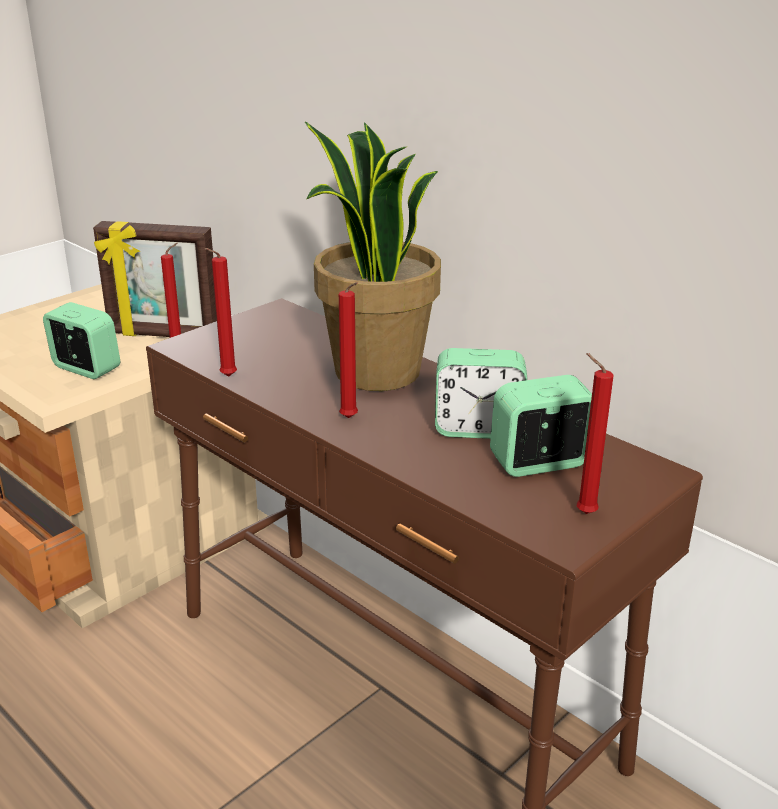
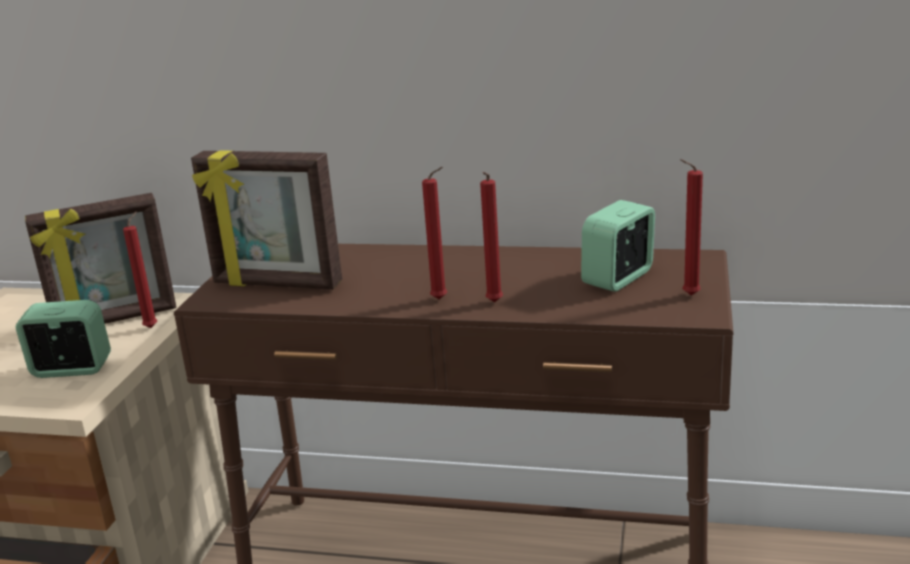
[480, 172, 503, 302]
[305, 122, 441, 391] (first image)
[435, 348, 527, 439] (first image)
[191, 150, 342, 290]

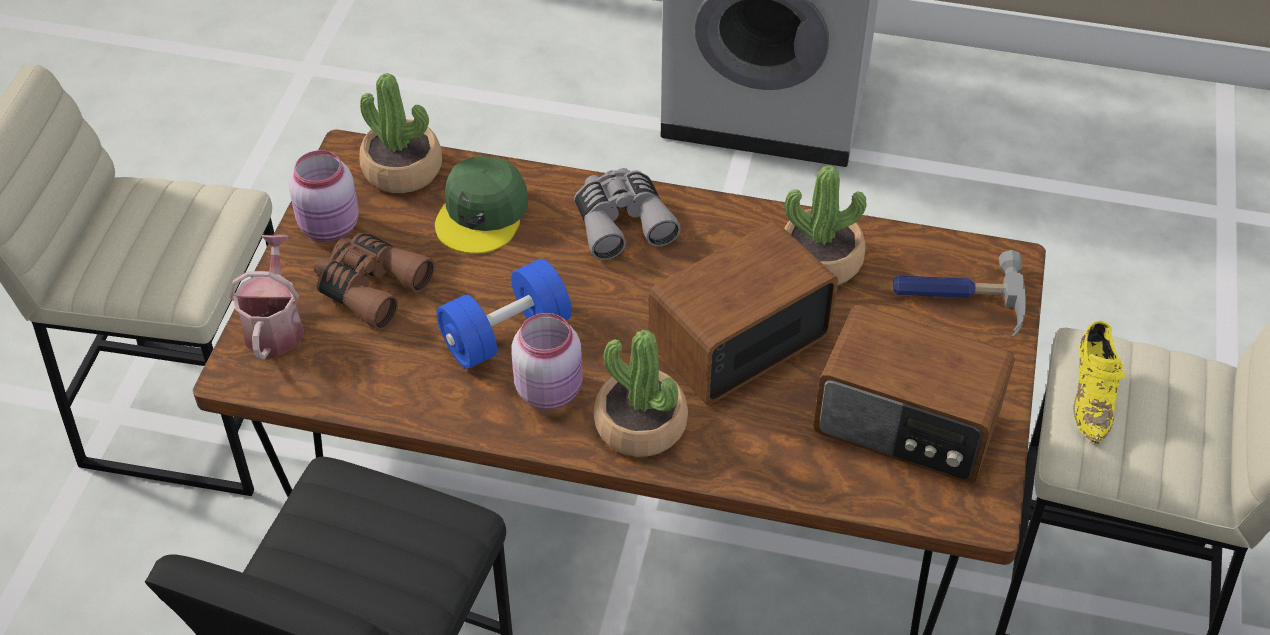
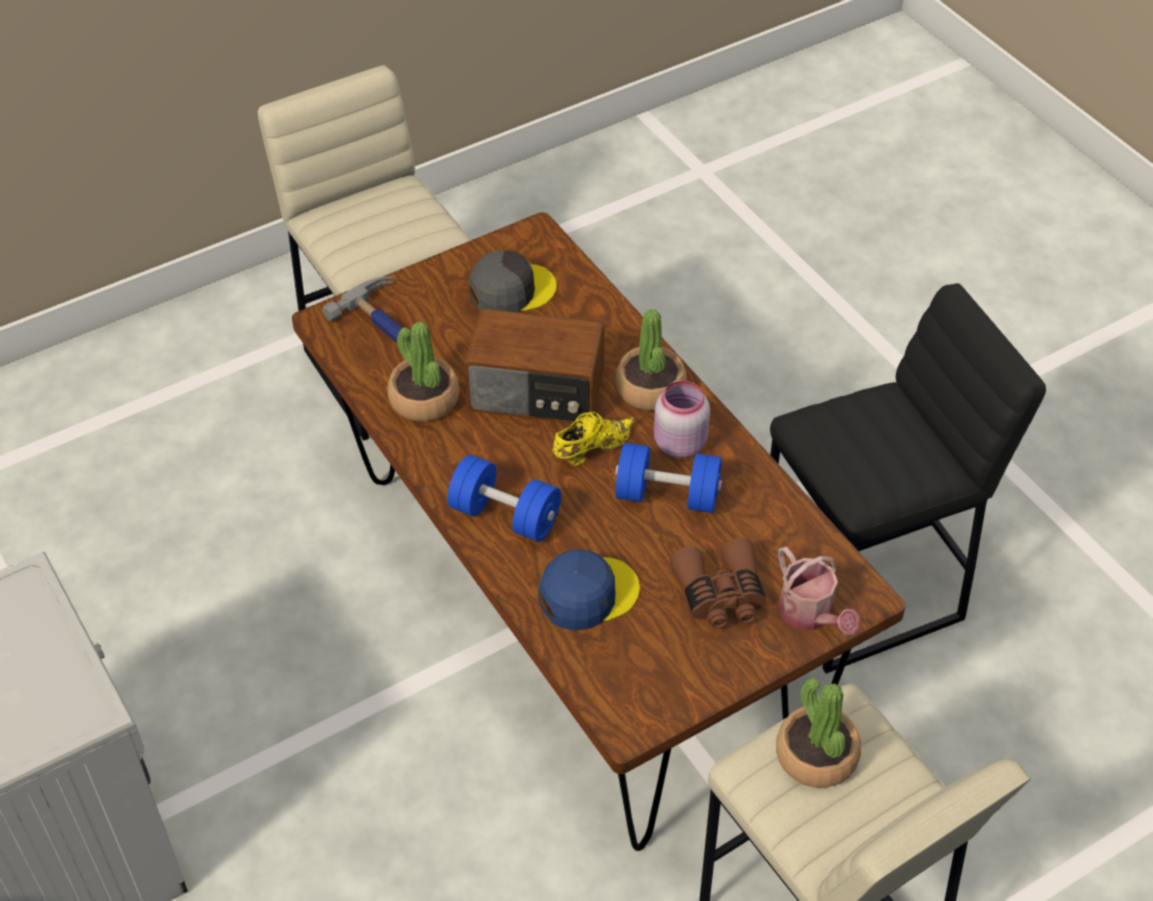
[778, 547, 860, 635]
[289, 150, 359, 242] (first image)
[776, 678, 861, 788]
[538, 550, 640, 630]
[447, 455, 561, 542]
[469, 250, 557, 312]
[553, 412, 635, 465]

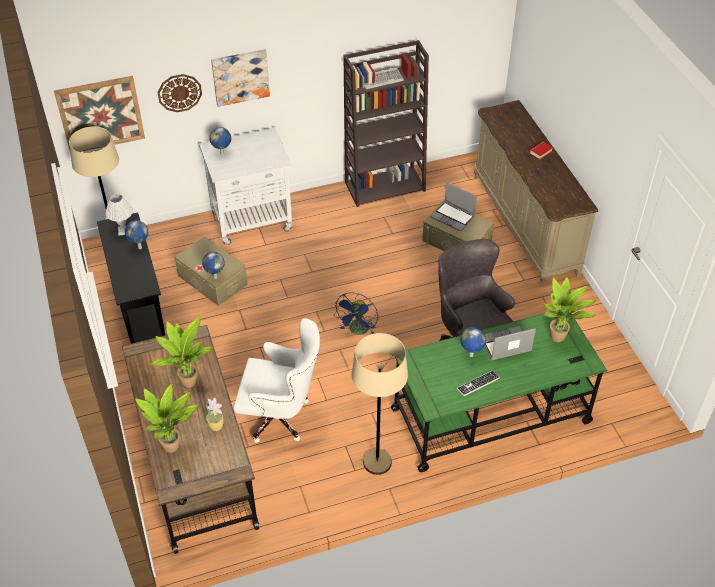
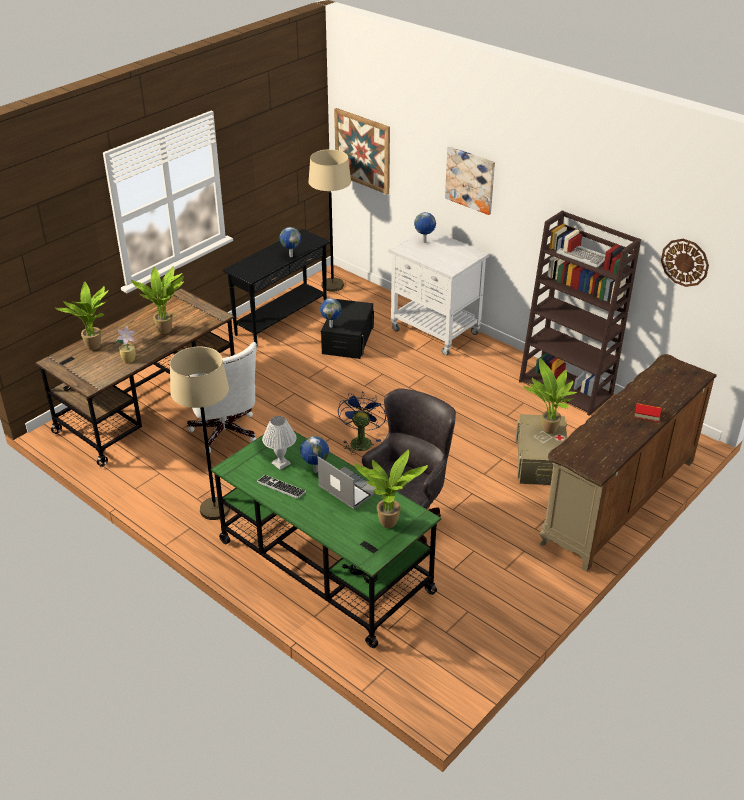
[262, 416, 296, 470]
[661, 239, 709, 287]
[321, 299, 374, 359]
[338, 392, 386, 455]
[523, 358, 577, 434]

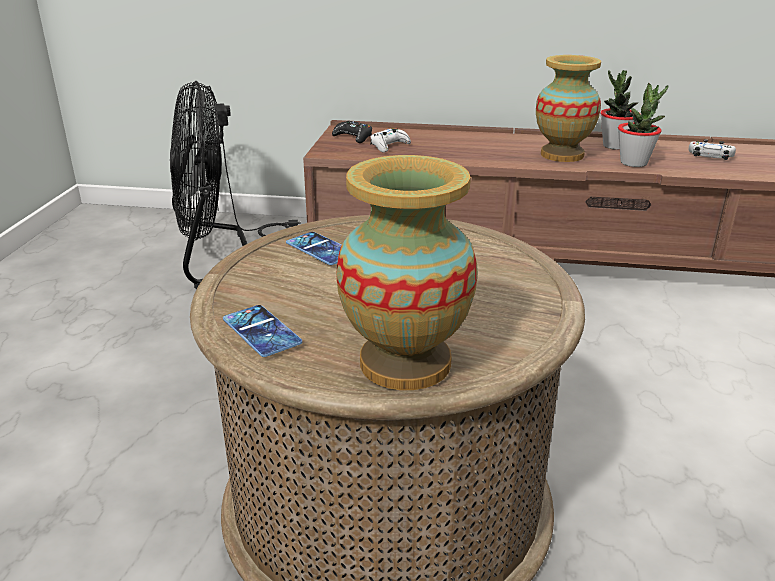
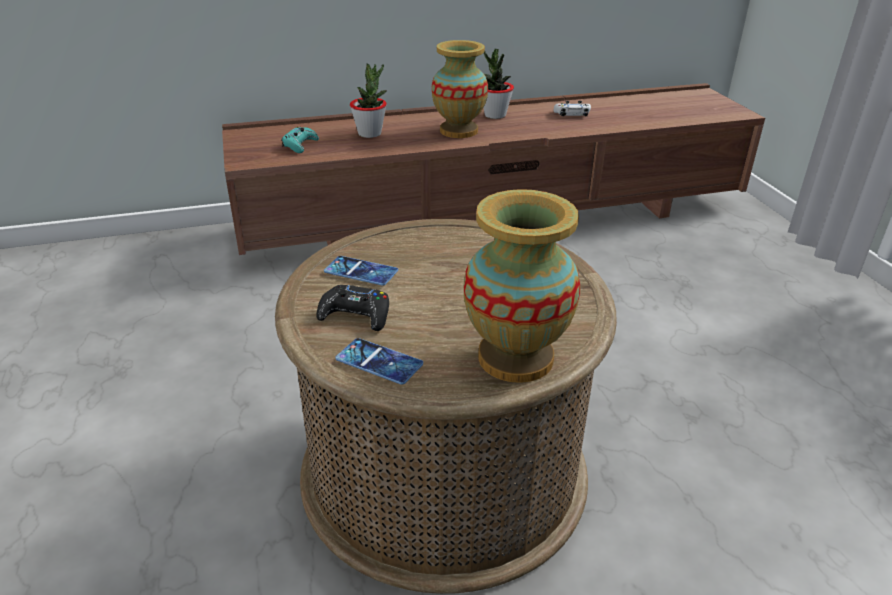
[170, 81, 300, 289] (first image)
[316, 285, 389, 331]
[281, 126, 319, 153]
[350, 63, 387, 138]

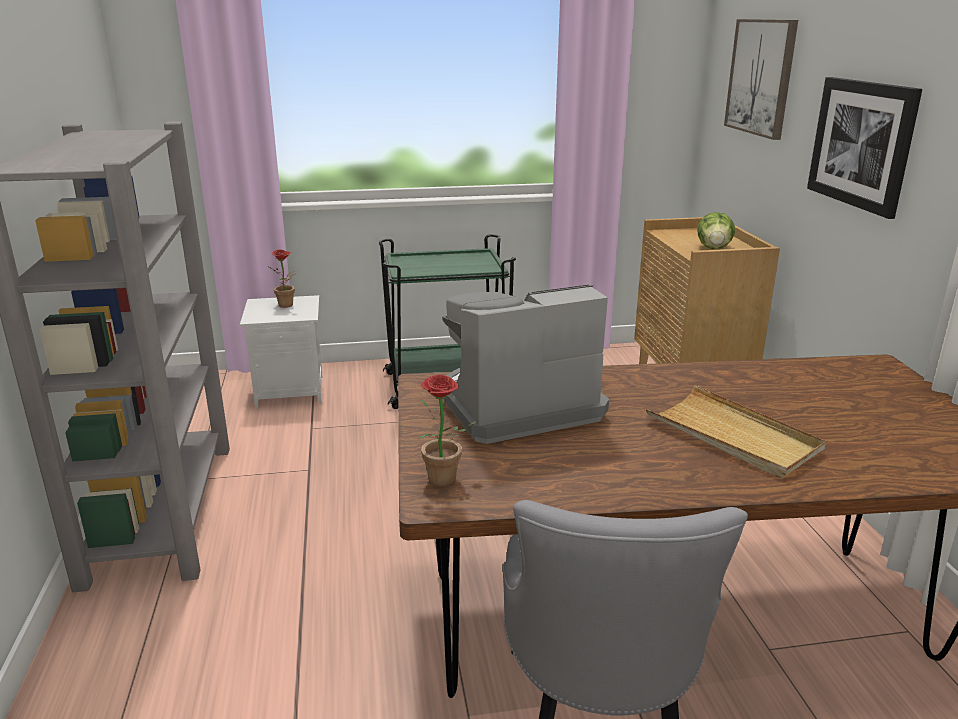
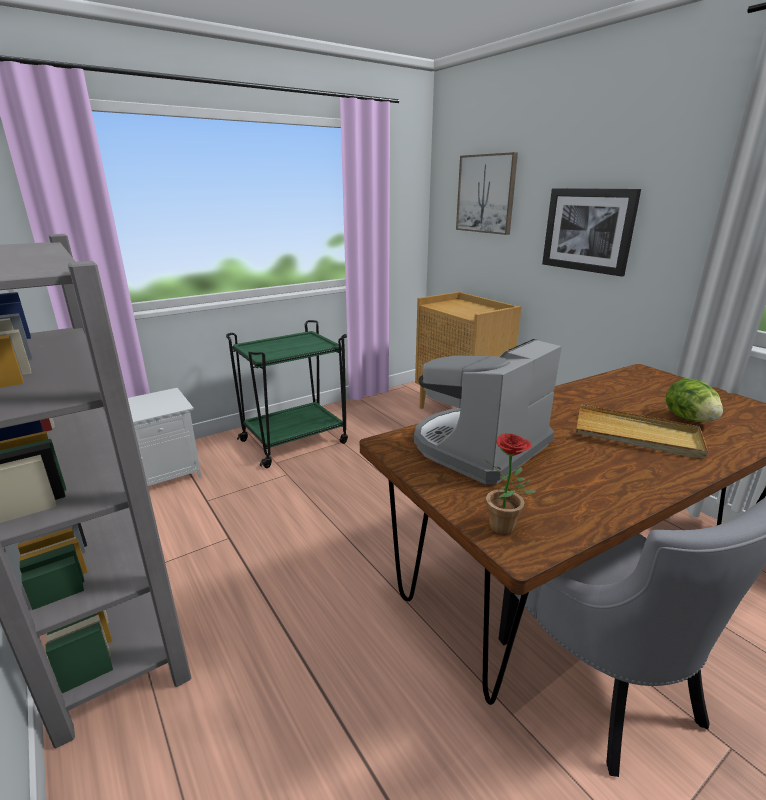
[269, 250, 295, 308] (first image)
[666, 378, 723, 422]

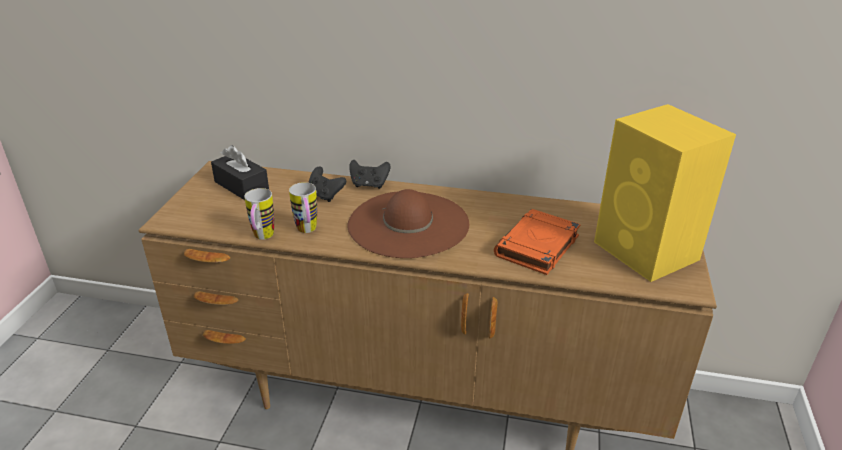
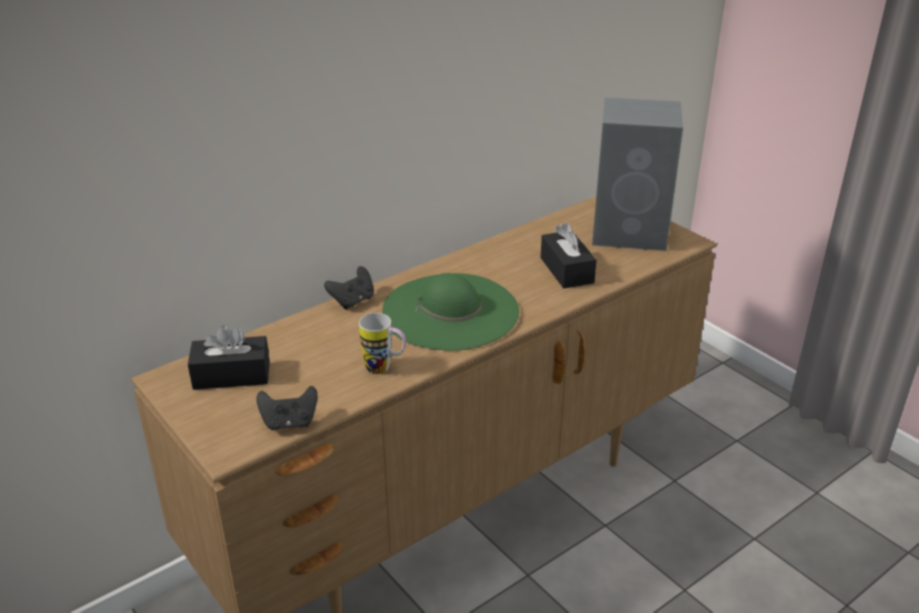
[244, 188, 274, 240] (first image)
[256, 386, 317, 430]
[382, 273, 519, 351]
[540, 223, 597, 288]
[592, 97, 683, 251]

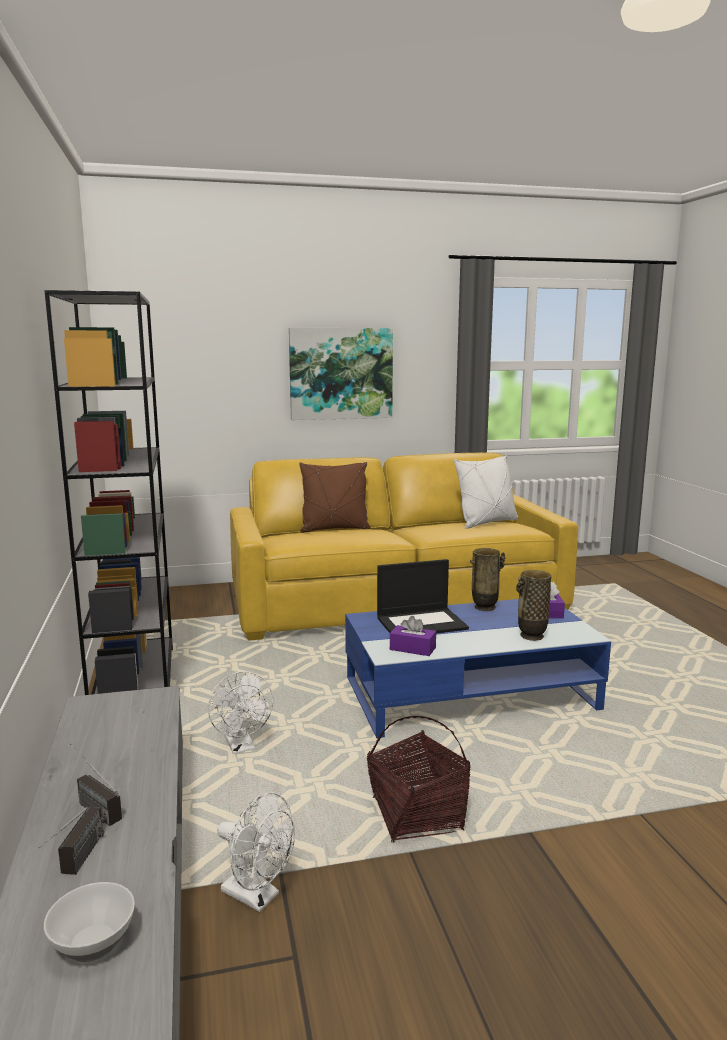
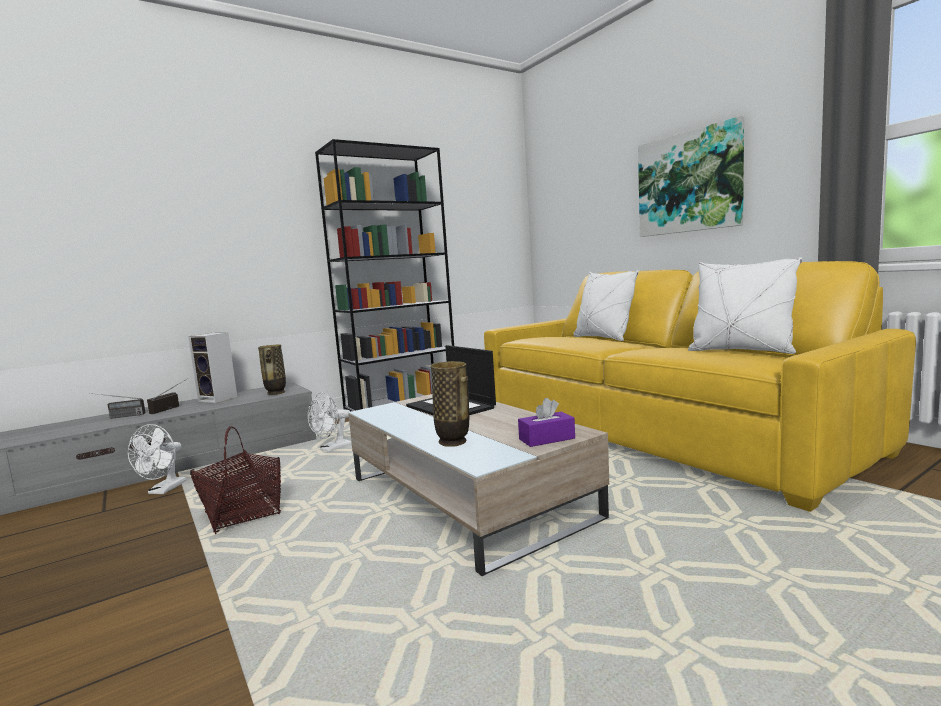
[44, 882, 135, 962] (first image)
[574, 270, 639, 341]
[348, 394, 609, 576]
[390, 616, 436, 656] (first image)
[258, 344, 286, 395]
[188, 333, 237, 403]

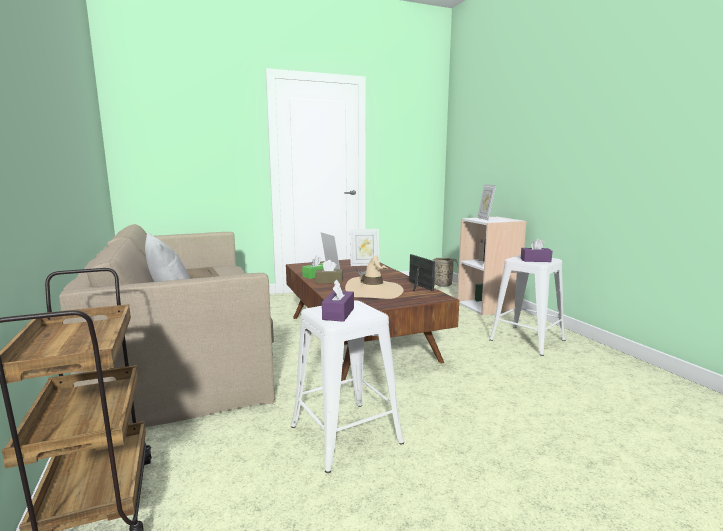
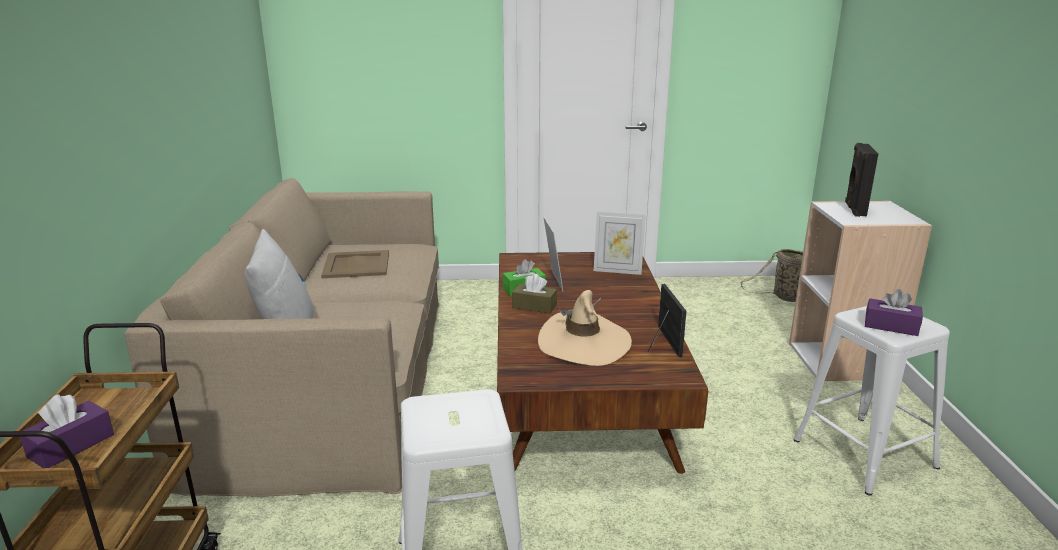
[20, 394, 114, 468]
[845, 143, 878, 217]

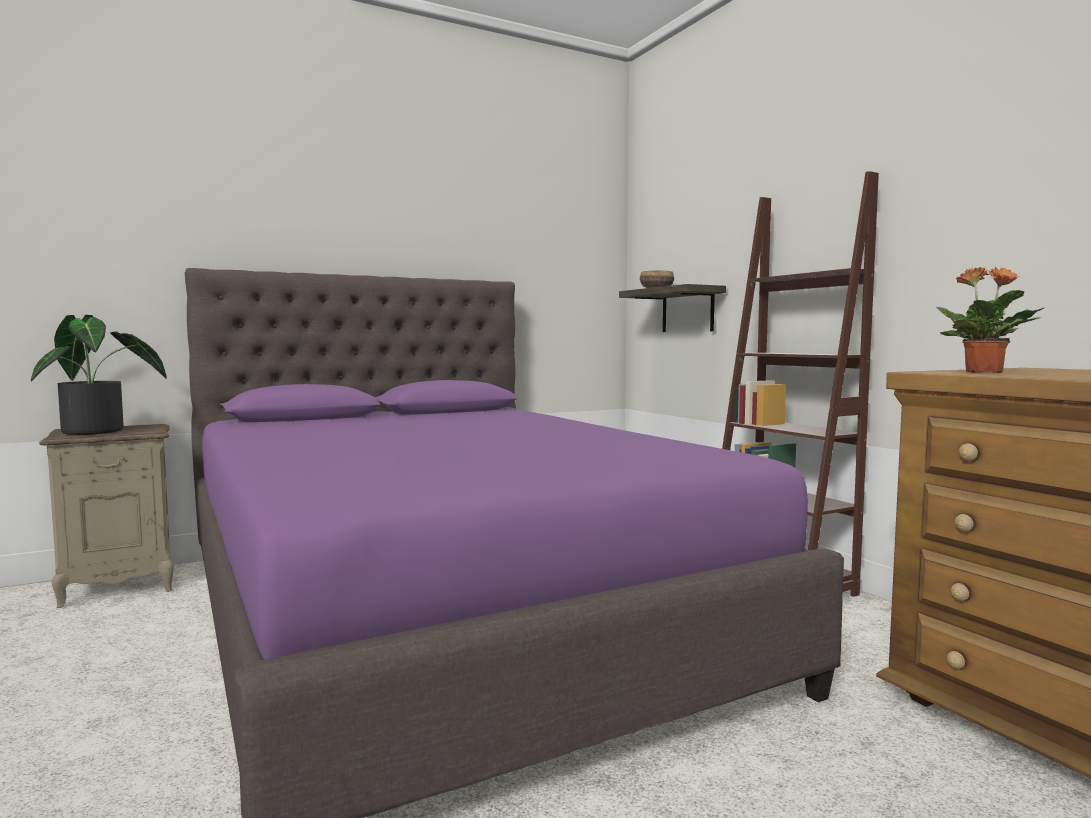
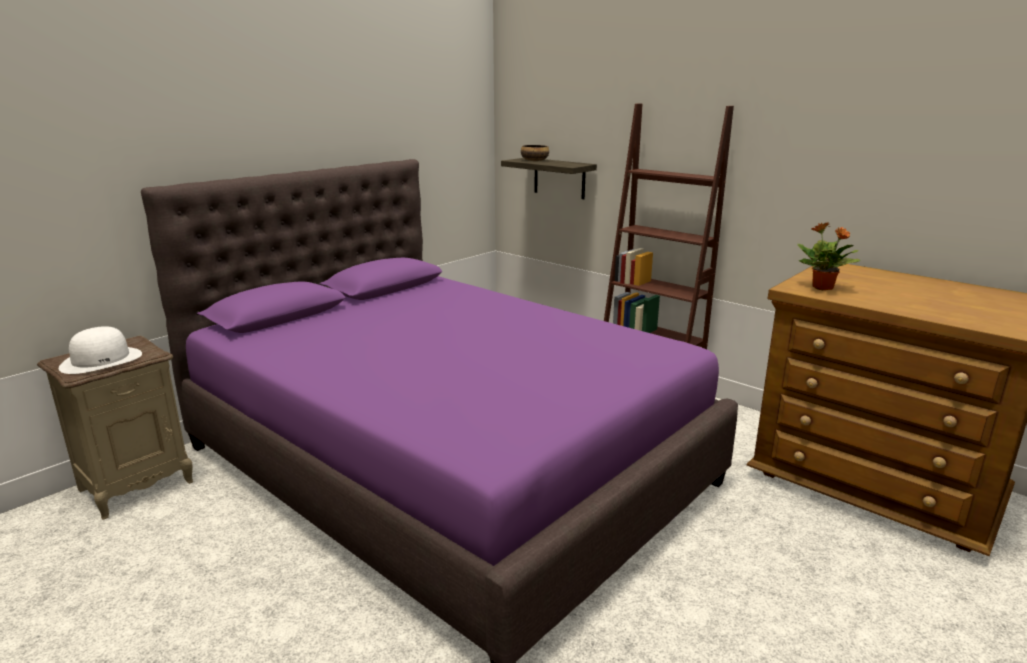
[59, 326, 142, 374]

